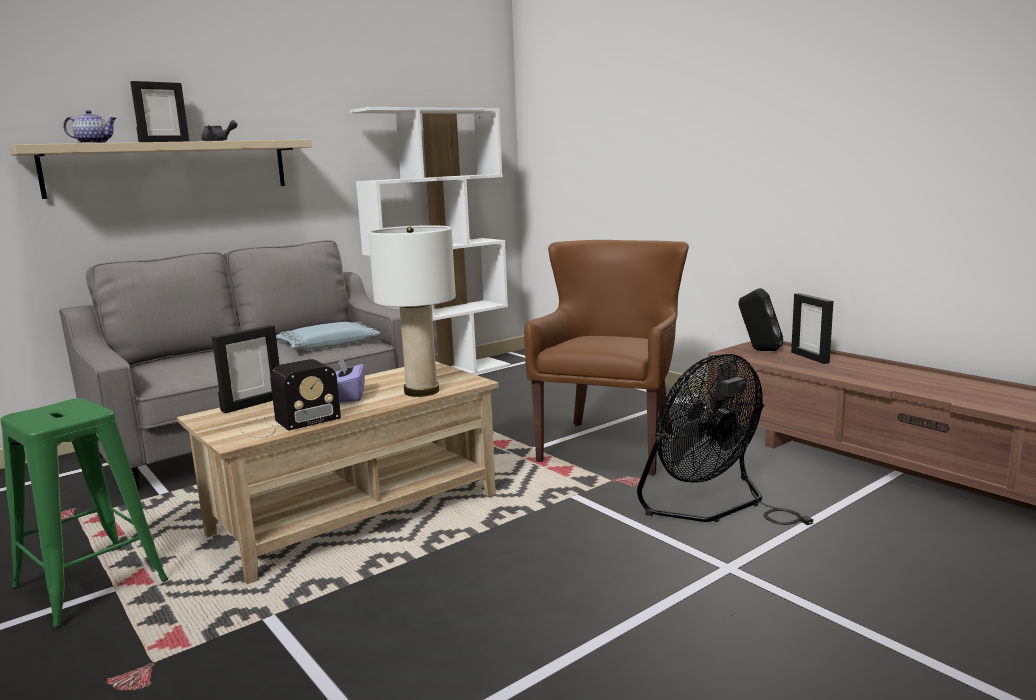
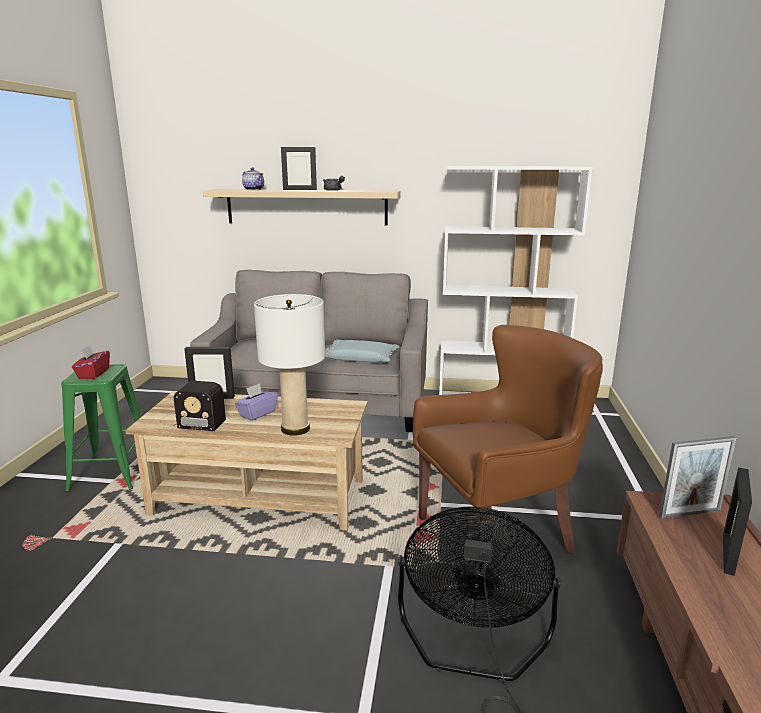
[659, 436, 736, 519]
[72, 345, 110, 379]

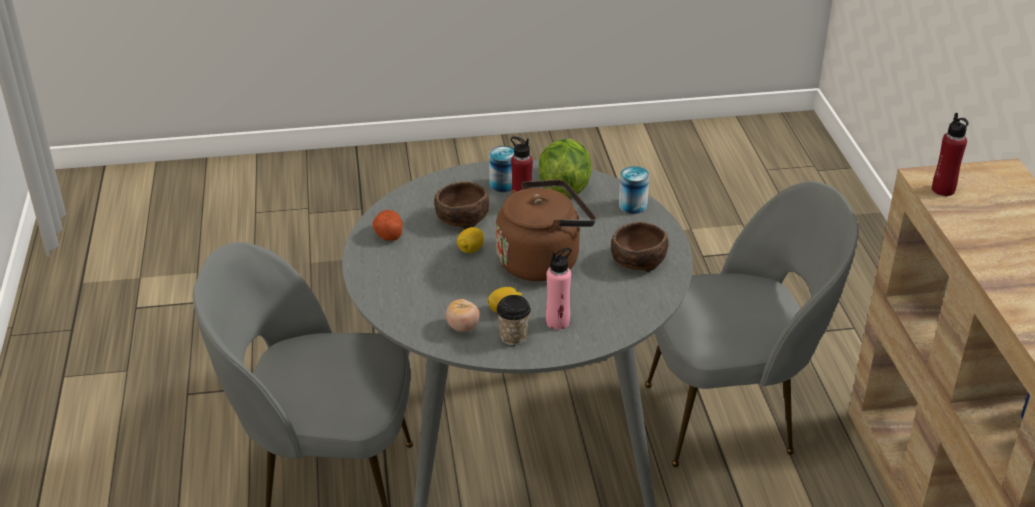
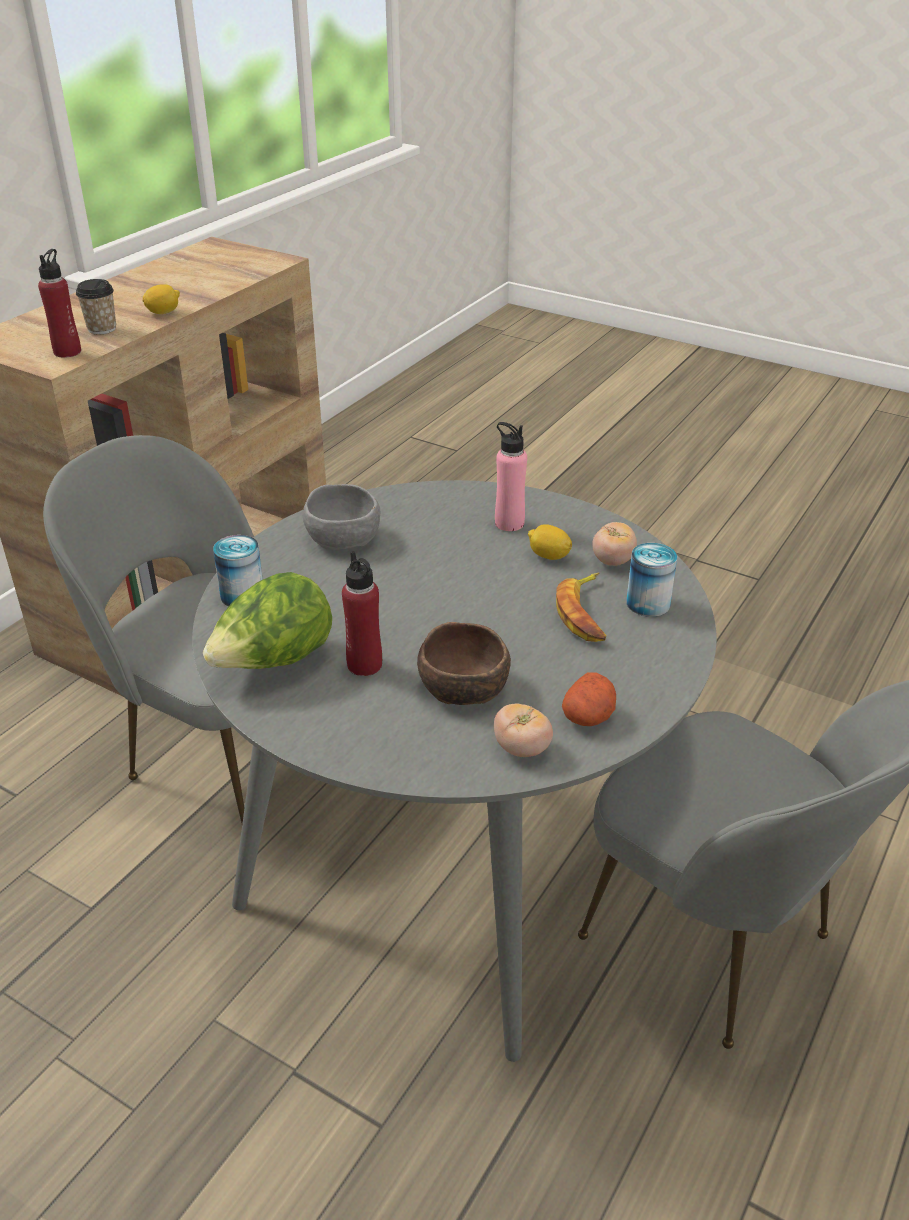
[142, 284, 180, 314]
[626, 543, 677, 617]
[496, 180, 596, 281] (first image)
[76, 279, 116, 334]
[303, 484, 381, 551]
[494, 703, 553, 757]
[556, 573, 606, 642]

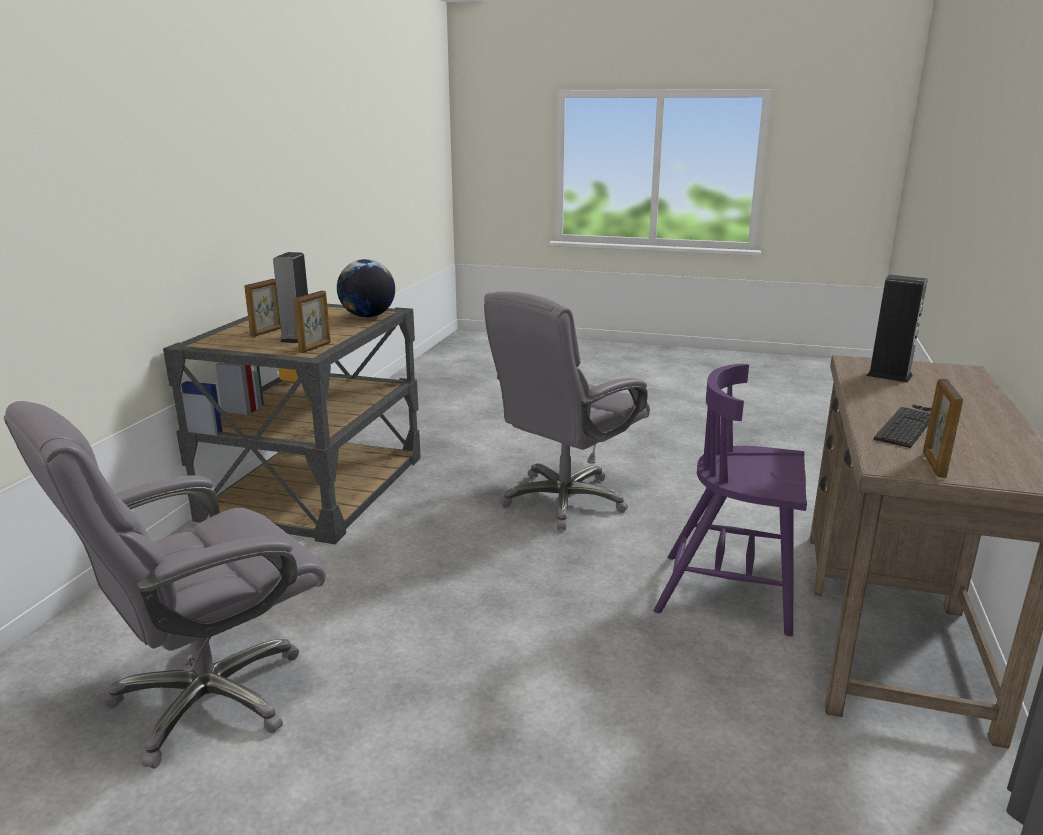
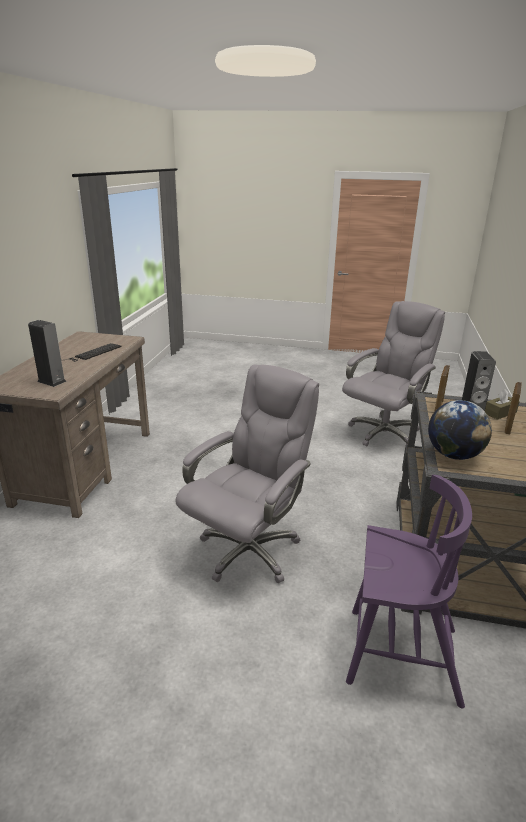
[346, 475, 472, 708]
[923, 379, 963, 478] (first image)
[485, 389, 520, 420]

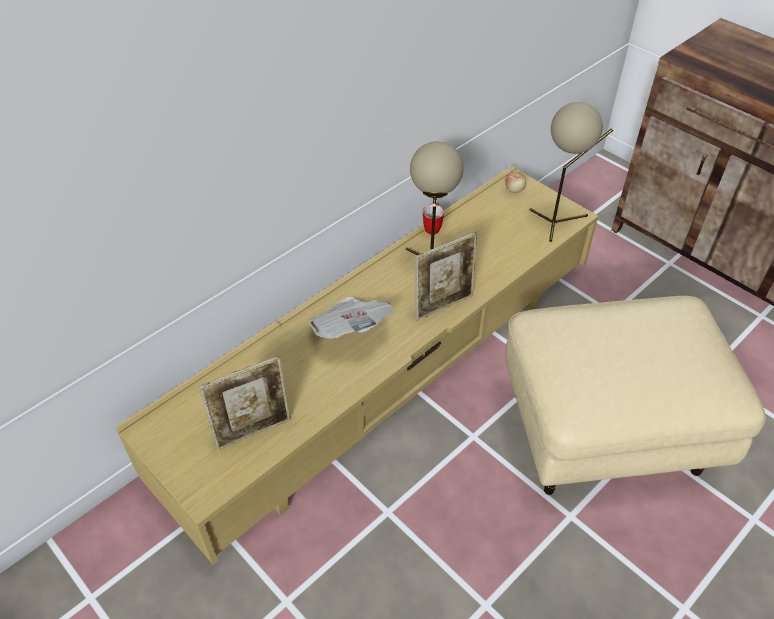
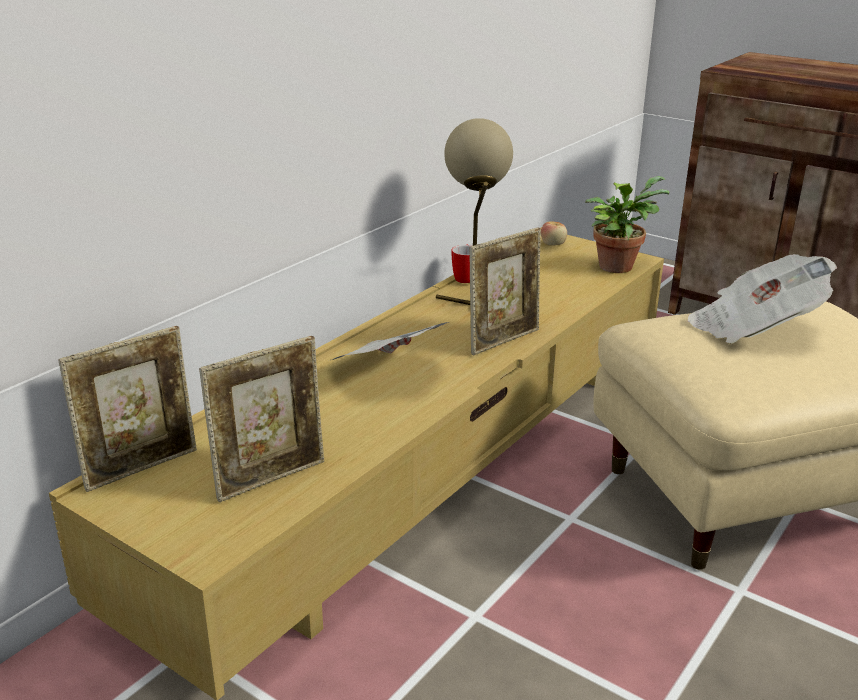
[585, 176, 669, 273]
[58, 326, 197, 492]
[688, 254, 837, 344]

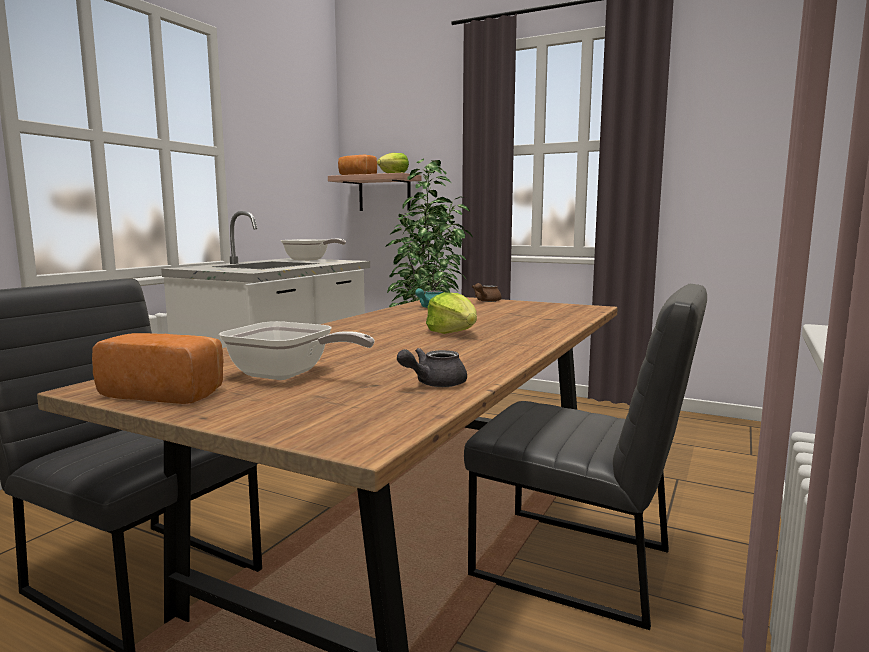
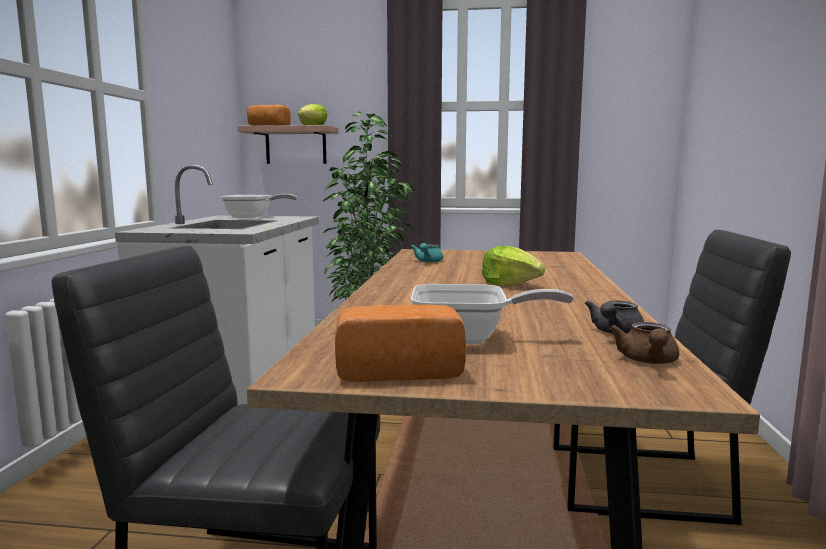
[609, 322, 679, 364]

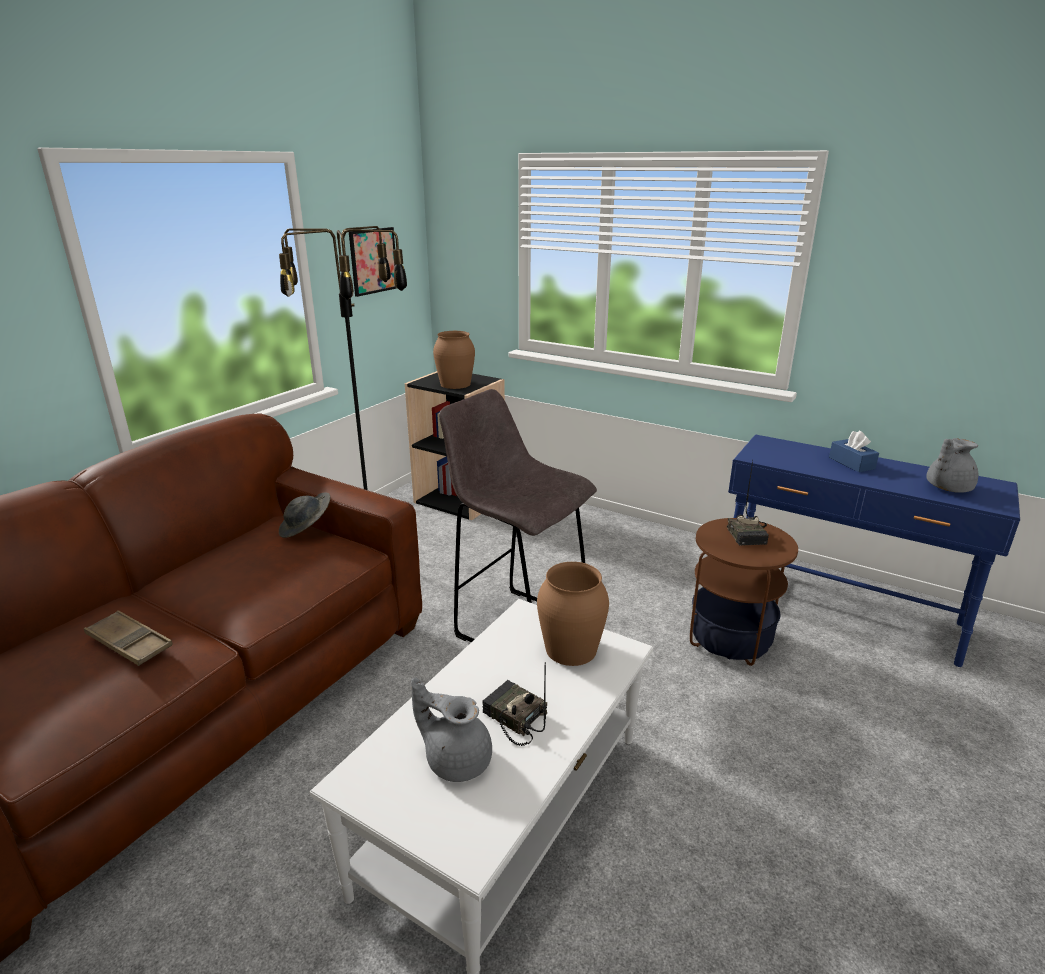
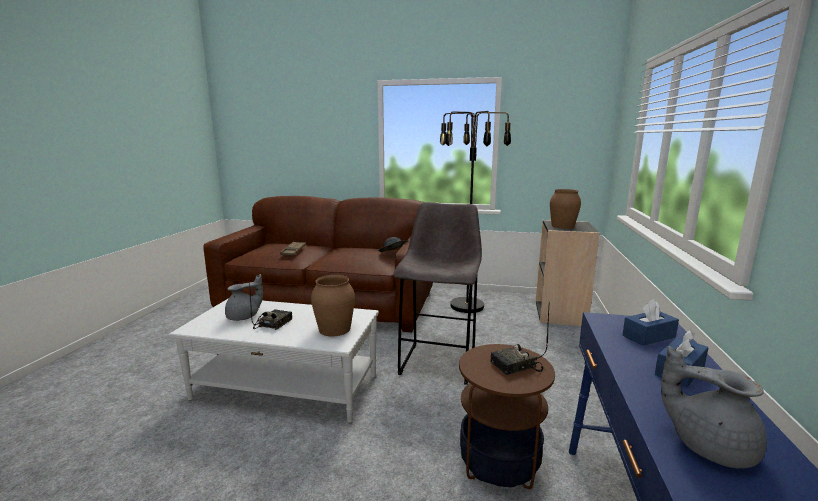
[349, 227, 397, 297] (first image)
[225, 274, 263, 321]
[622, 299, 679, 346]

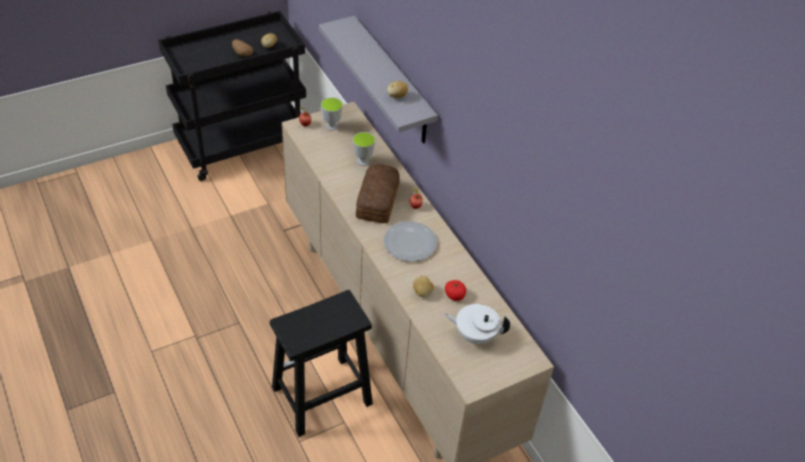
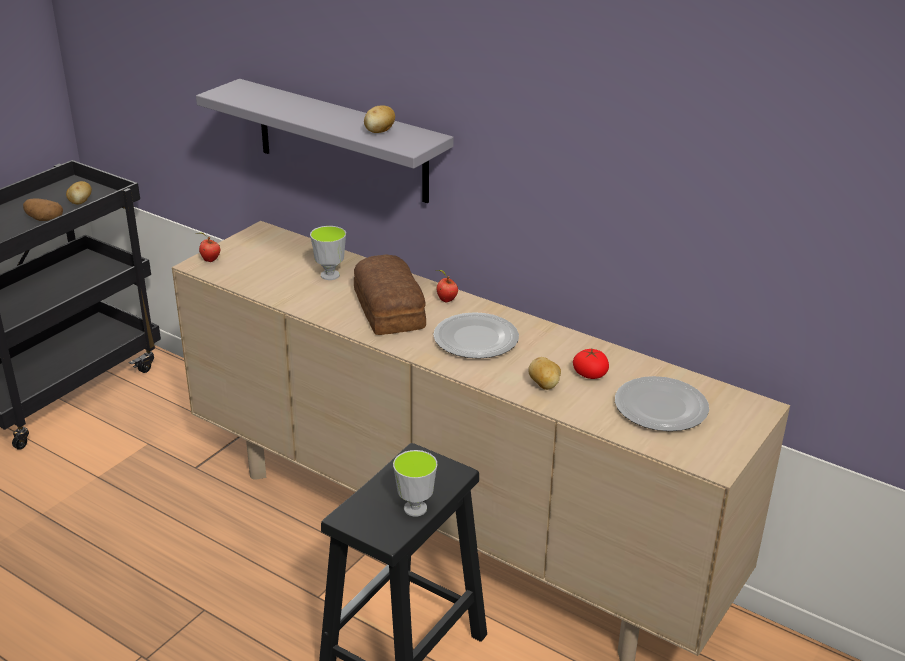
[393, 450, 438, 517]
[615, 376, 709, 431]

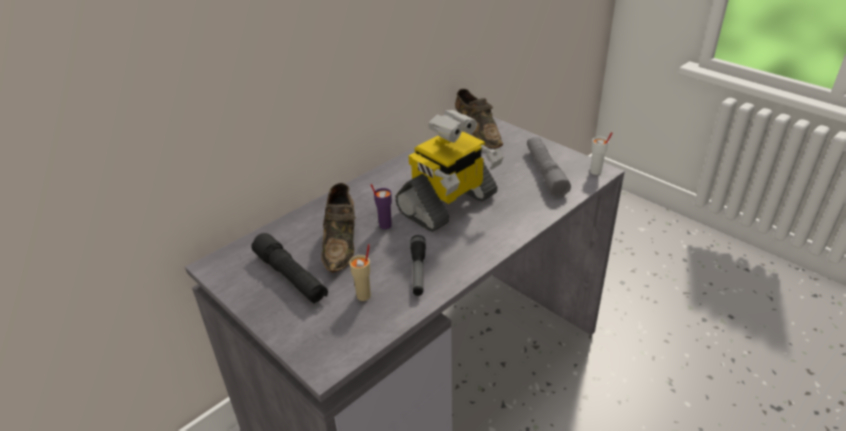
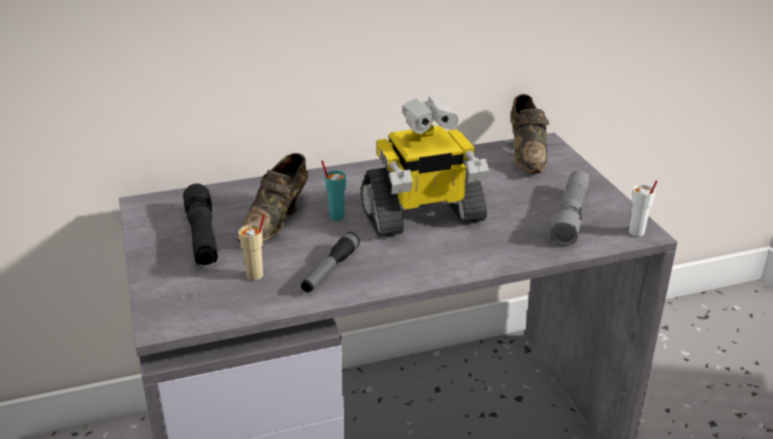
[321, 161, 346, 221]

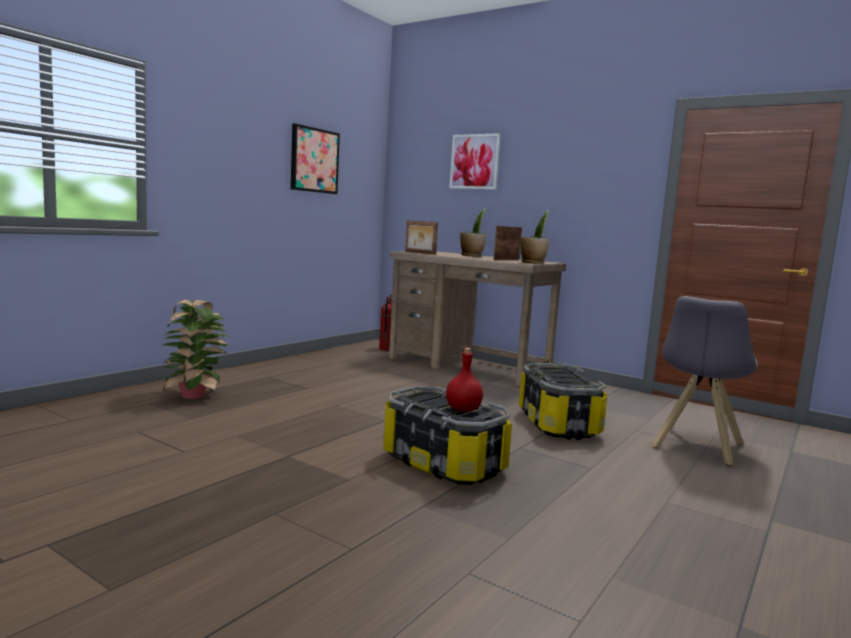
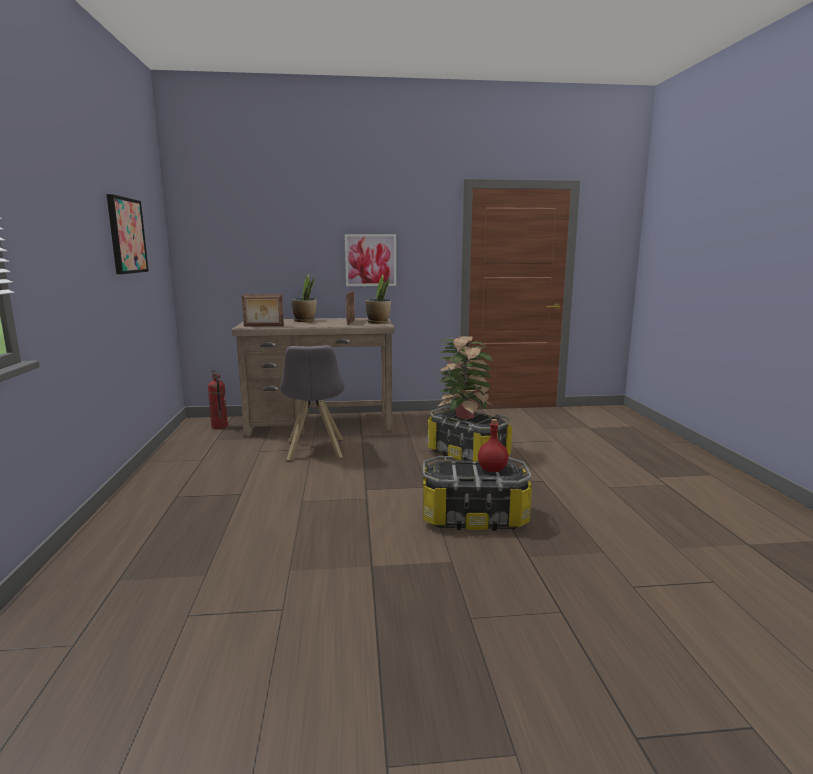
[437, 336, 492, 419]
[345, 234, 396, 286]
[280, 345, 345, 461]

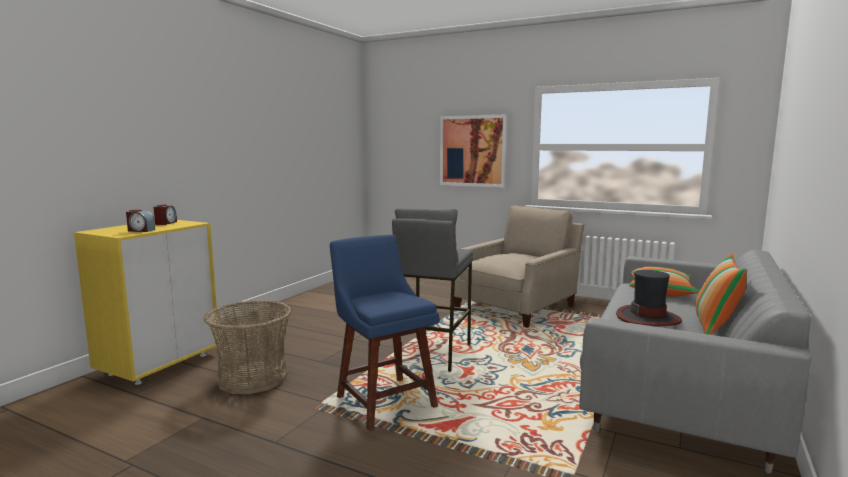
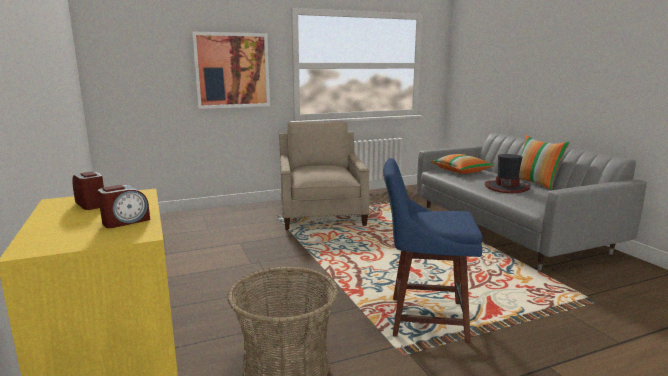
[392, 209, 473, 372] (first image)

